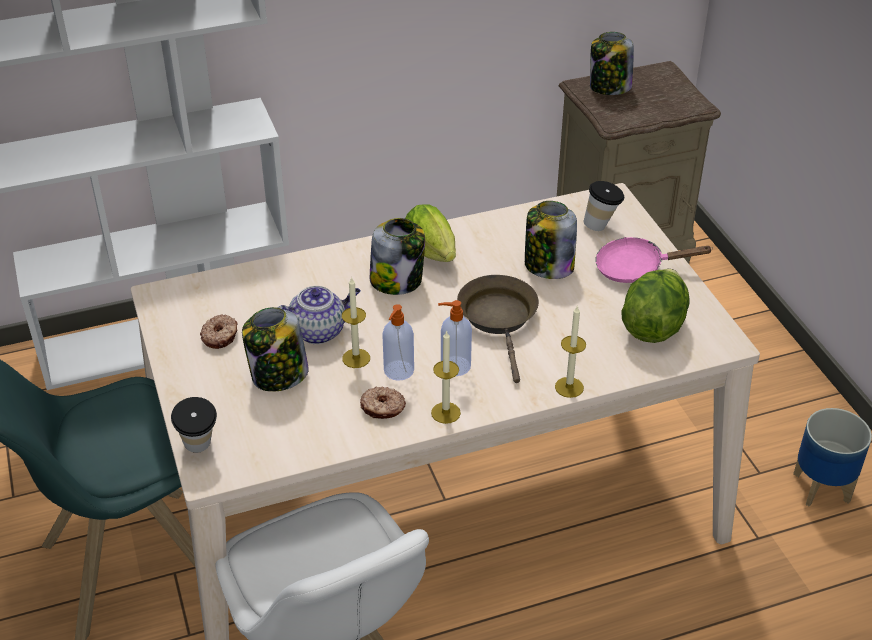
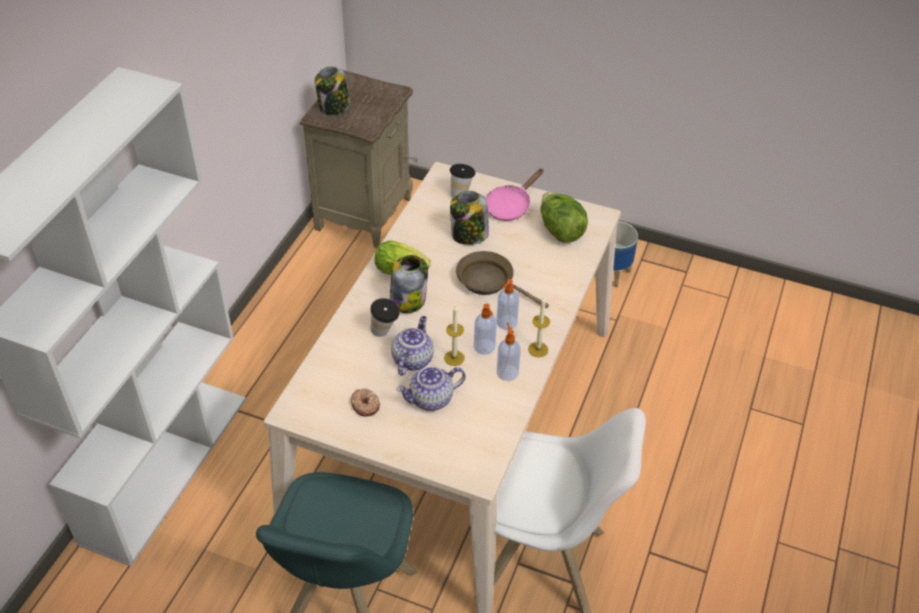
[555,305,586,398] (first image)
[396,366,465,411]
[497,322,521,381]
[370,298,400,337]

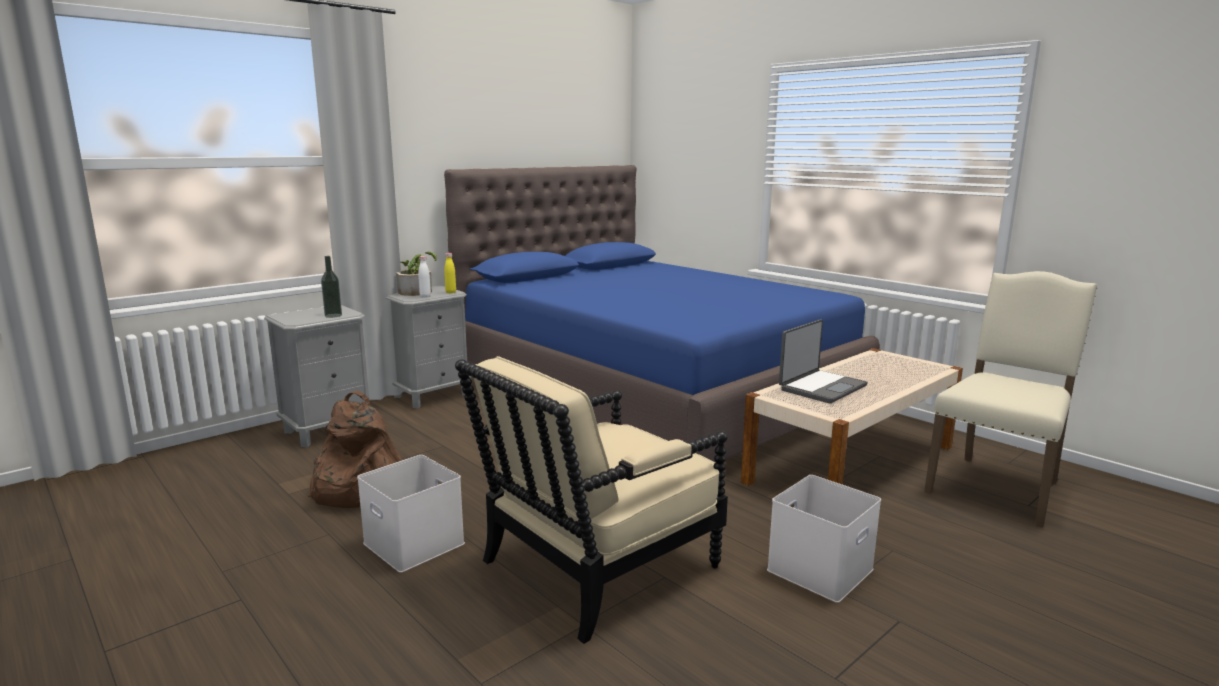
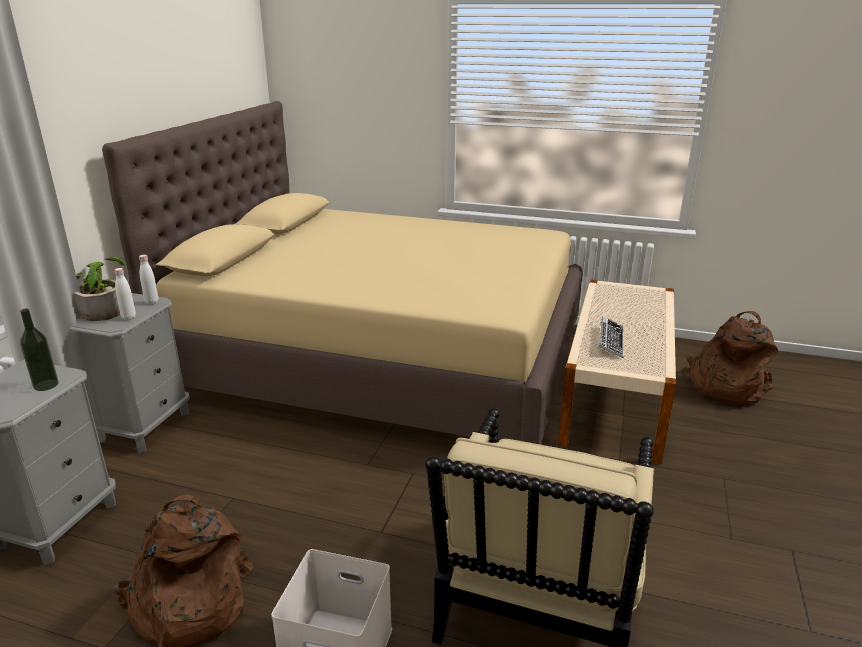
[102,101,583,445]
[139,255,159,305]
[685,311,778,404]
[599,317,624,358]
[767,475,881,603] (first image)

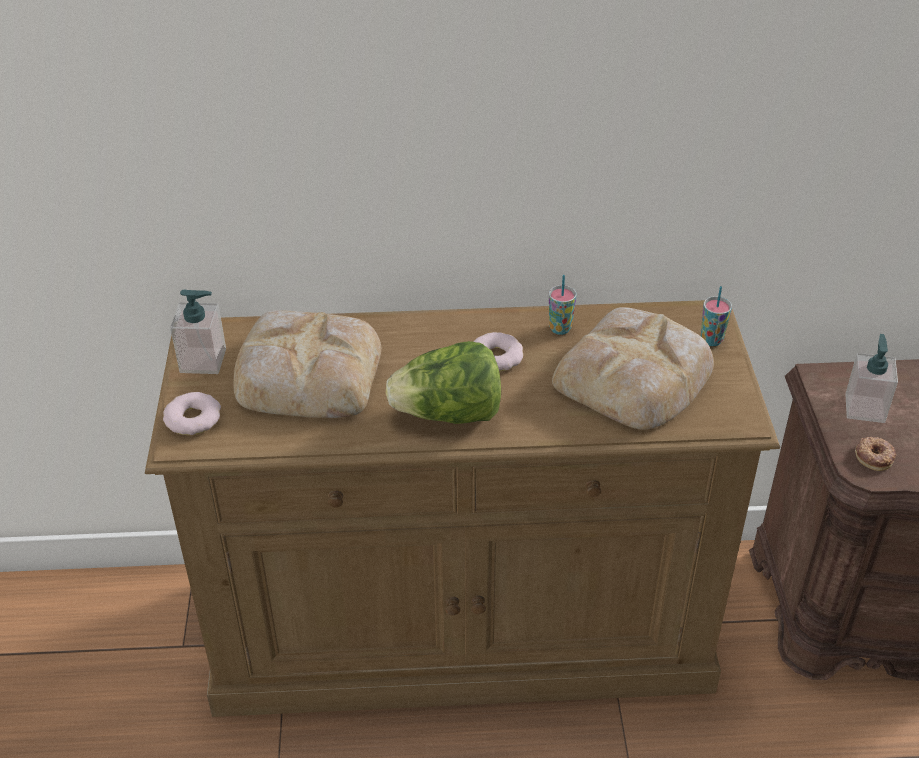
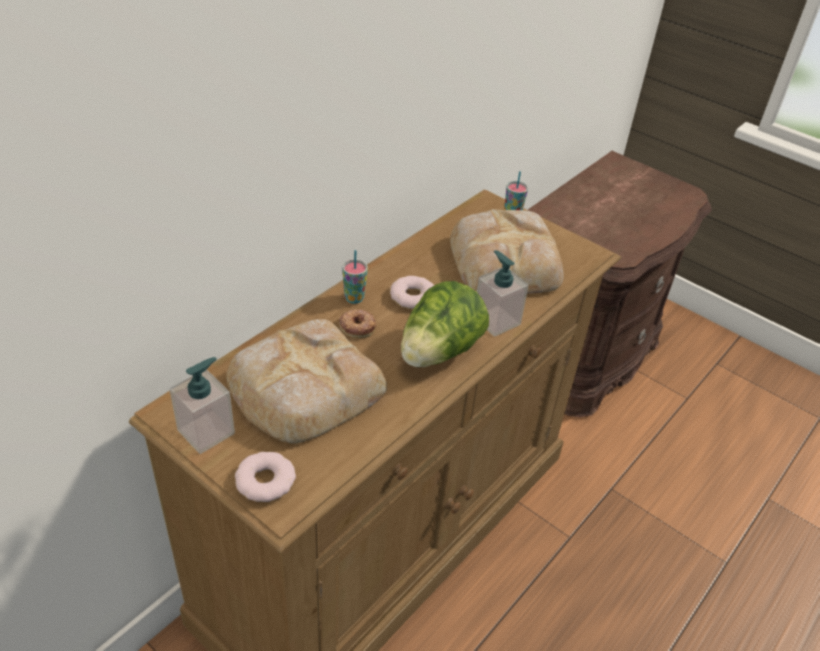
[342,250,368,304]
[476,250,529,337]
[339,309,377,338]

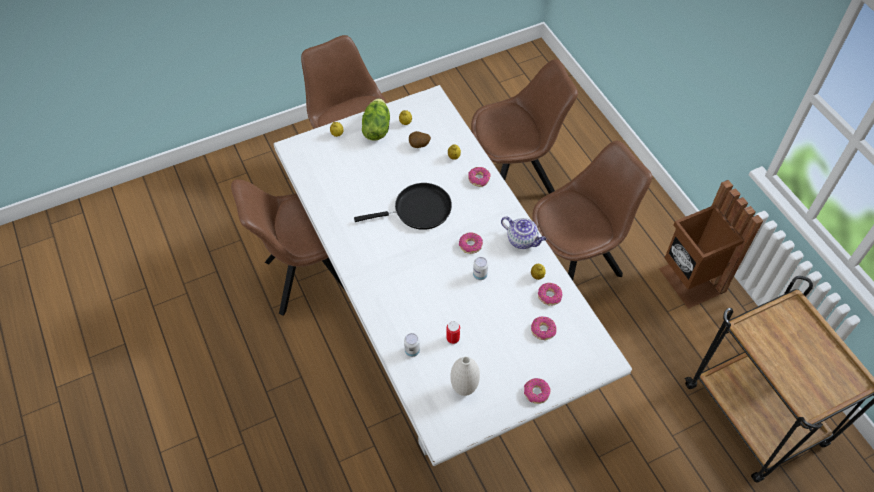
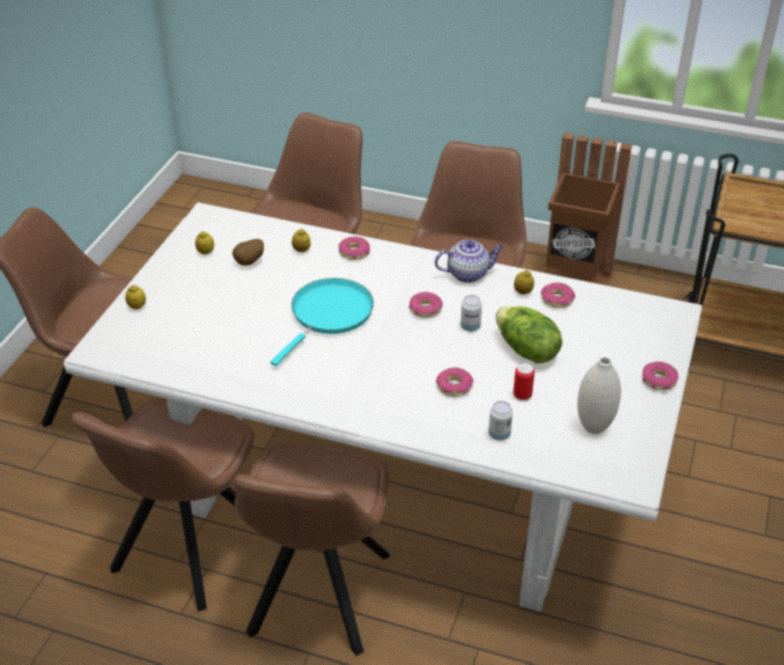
[495,306,563,364]
[270,278,374,366]
[436,368,473,397]
[234,443,390,656]

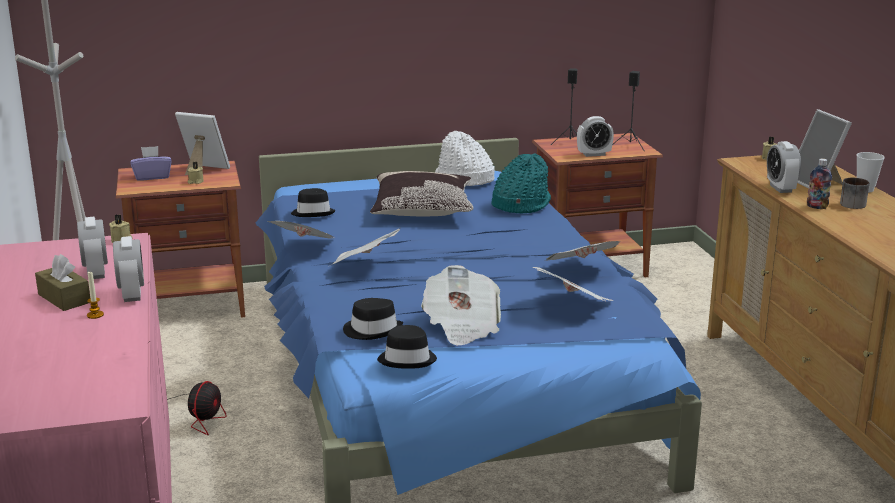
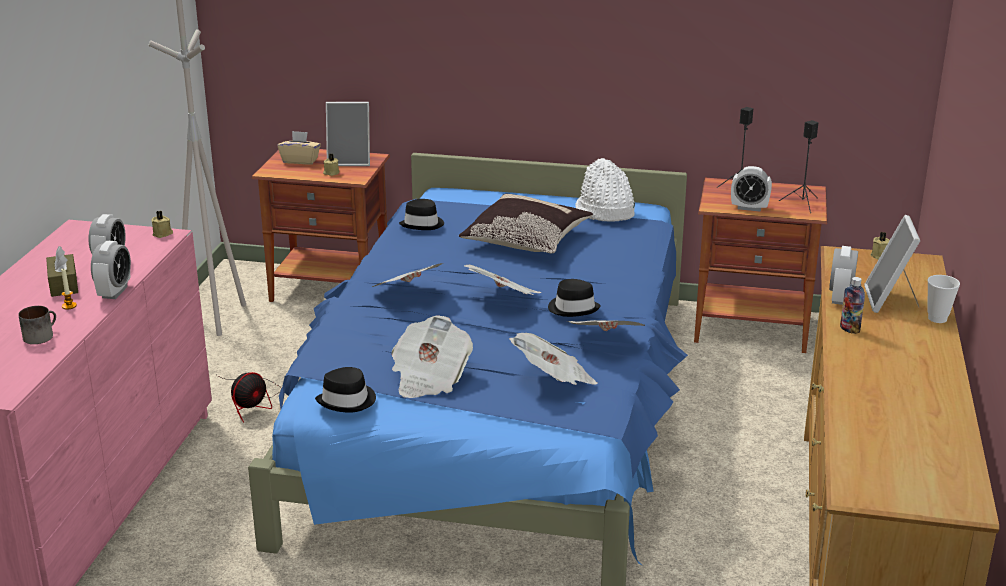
[326,102,370,166]
[278,131,321,165]
[491,153,551,214] (first image)
[18,306,56,344]
[464,265,541,295]
[548,279,601,317]

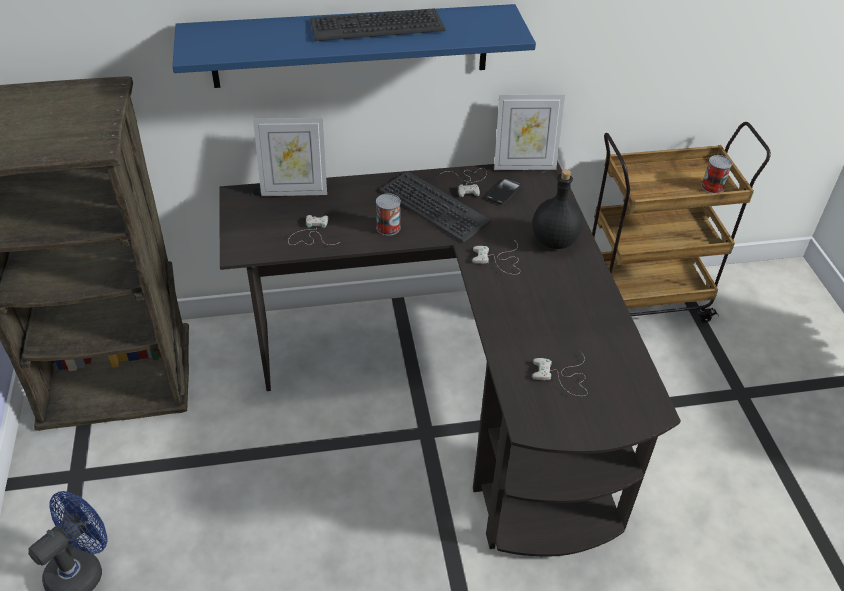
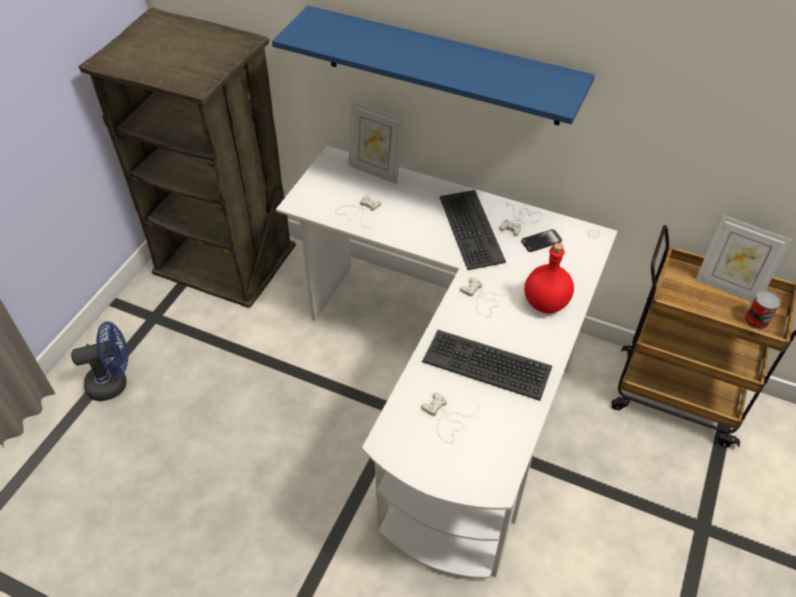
[422,330,552,401]
[695,215,792,302]
[276,146,617,578]
[524,243,574,313]
[376,194,401,236] (first image)

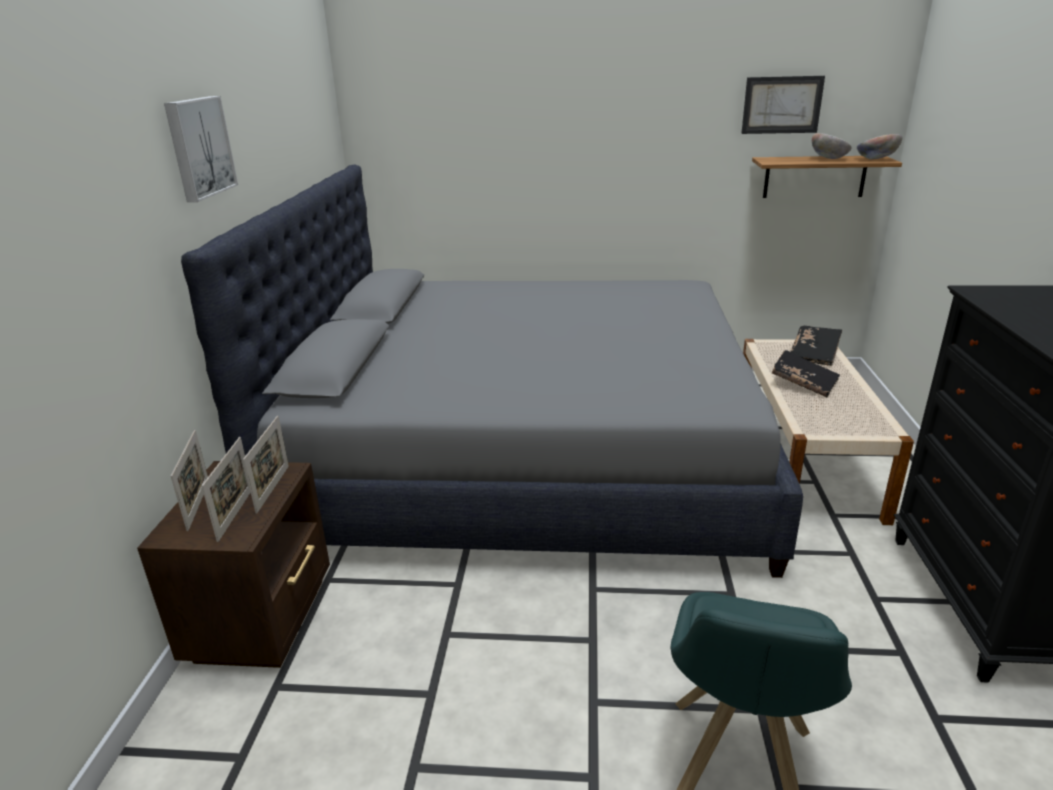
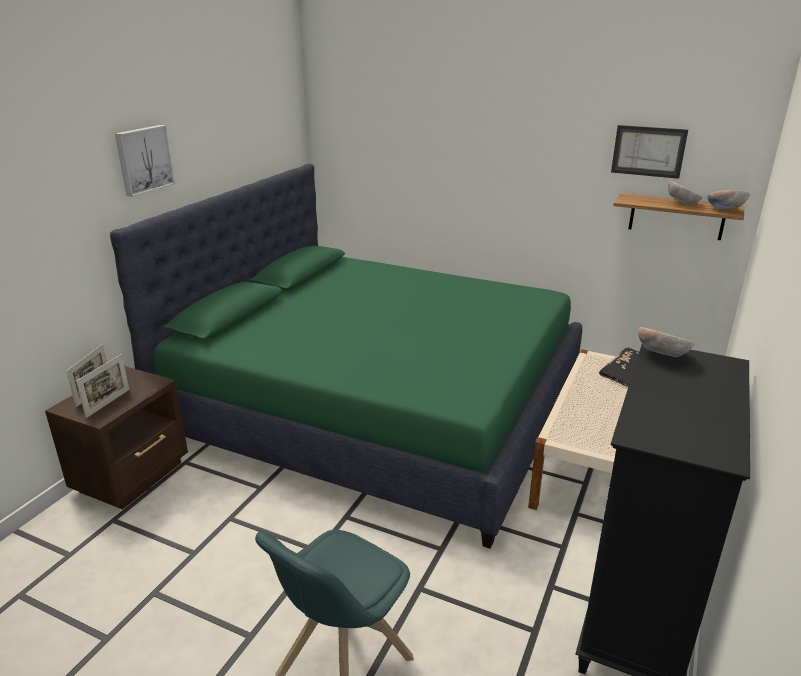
[110,164,582,549]
[772,350,840,397] (first image)
[243,416,289,514] (first image)
[638,327,694,357]

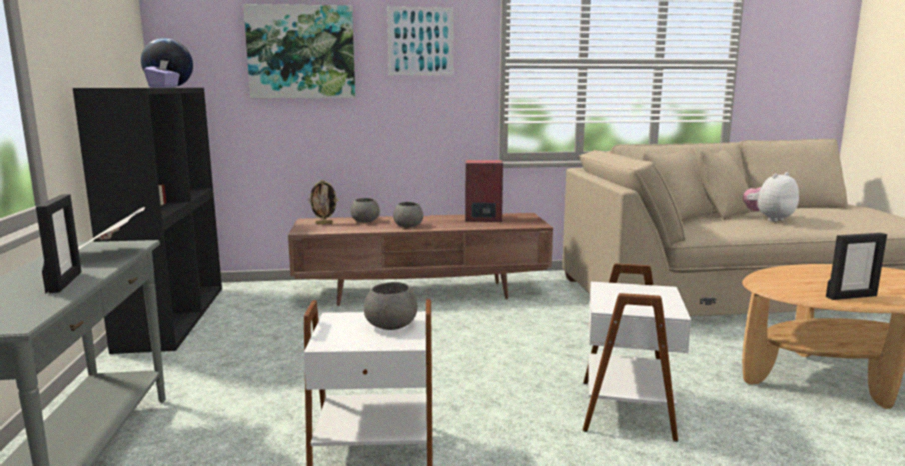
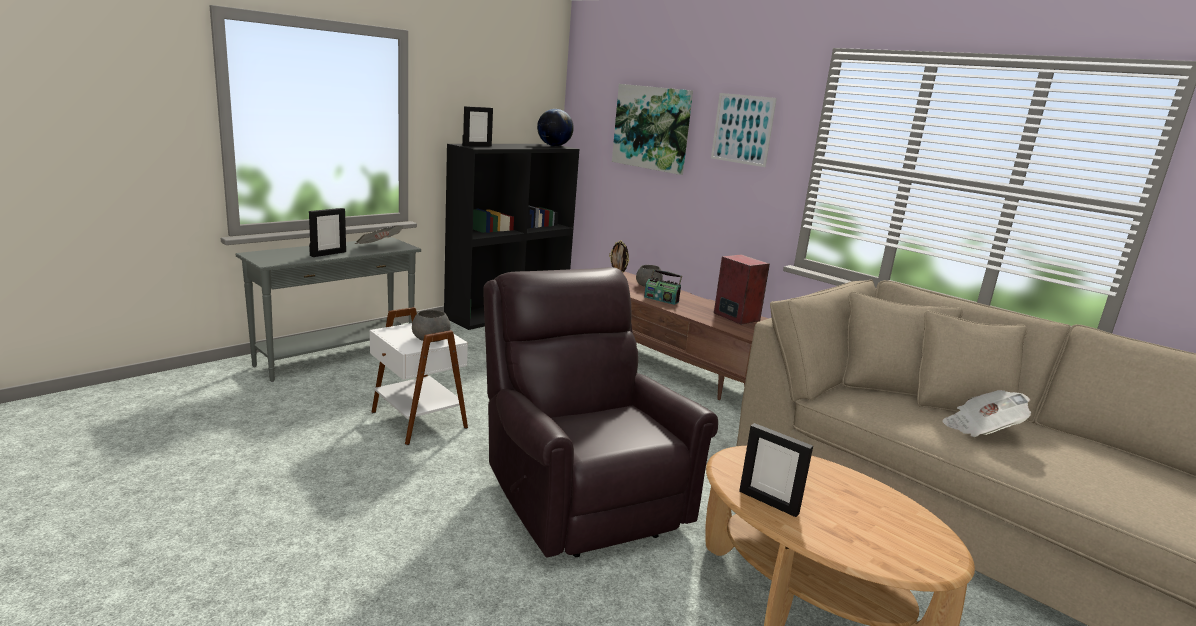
[144,60,180,87] (first image)
[943,390,1031,437]
[644,269,682,305]
[483,267,718,558]
[462,106,493,147]

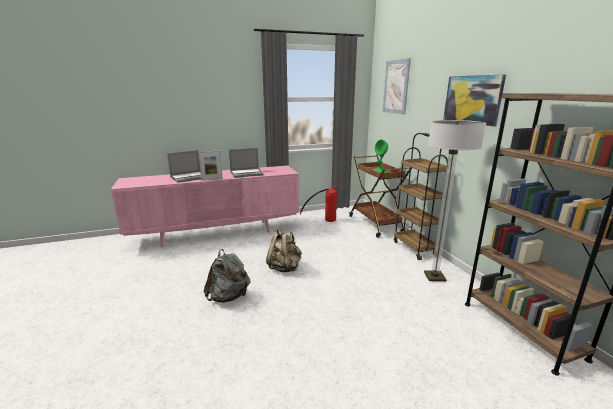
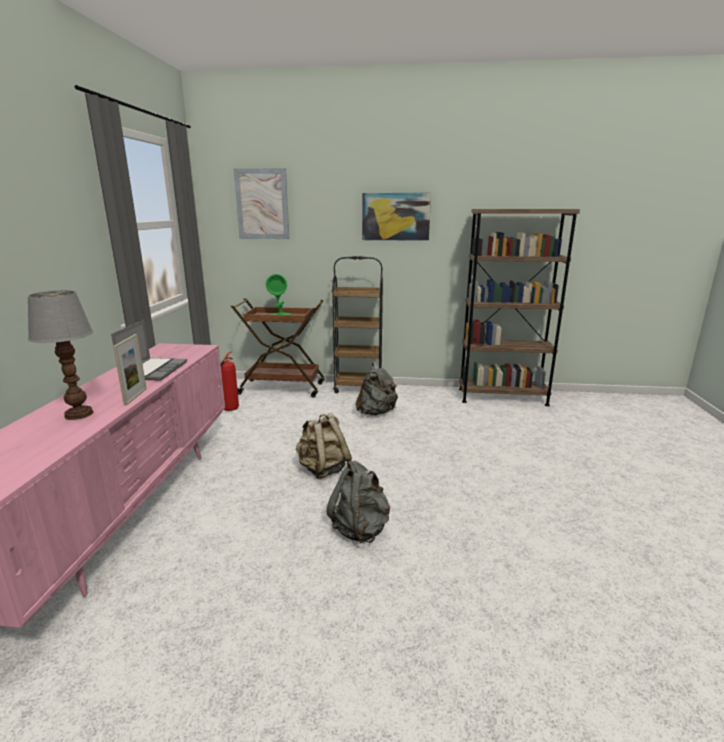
[424,120,486,281] (first image)
[28,290,93,420]
[356,363,398,415]

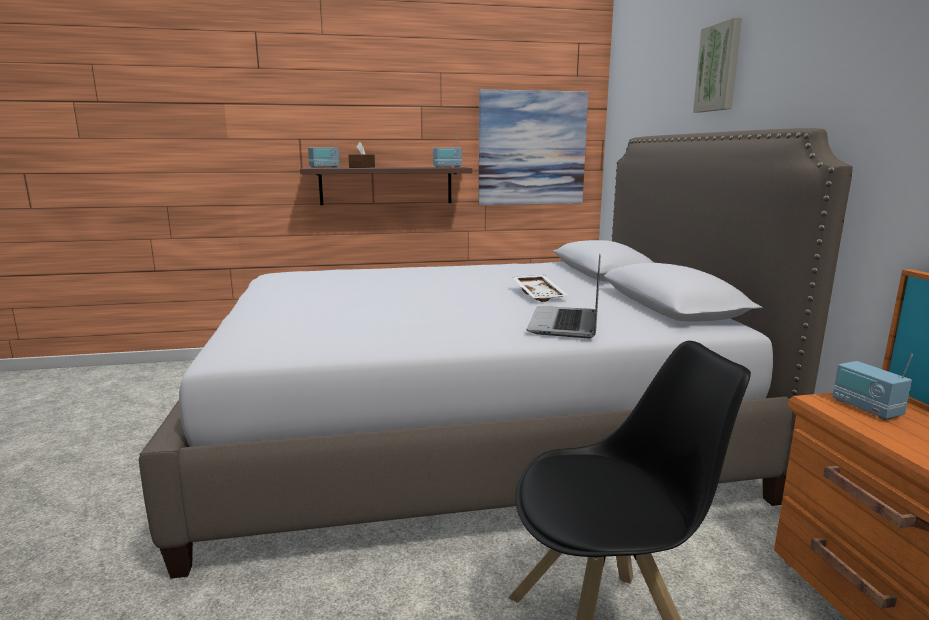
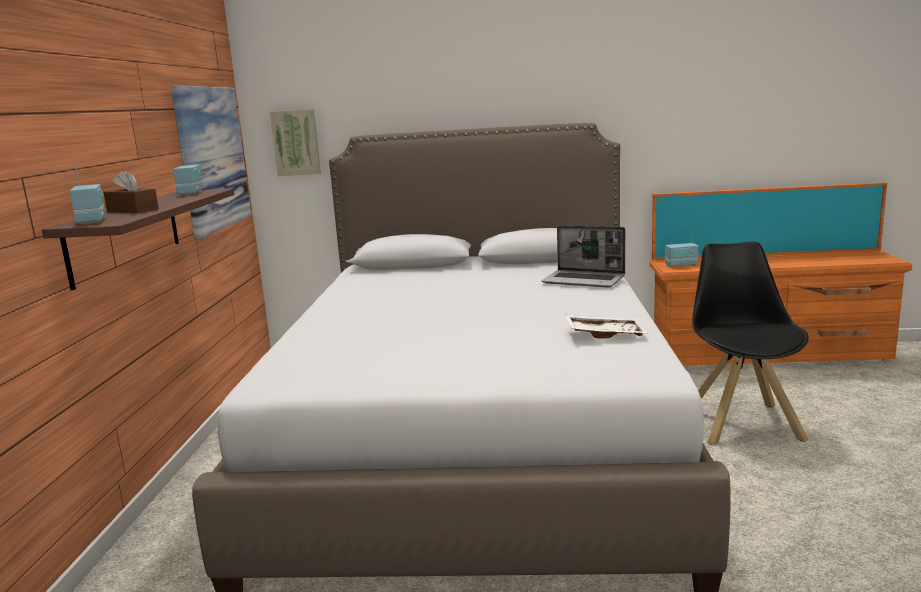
[270,109,321,176]
[565,315,648,338]

